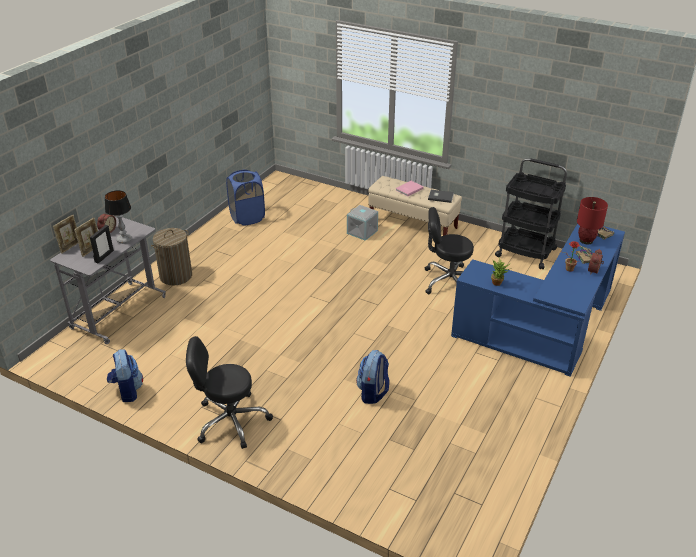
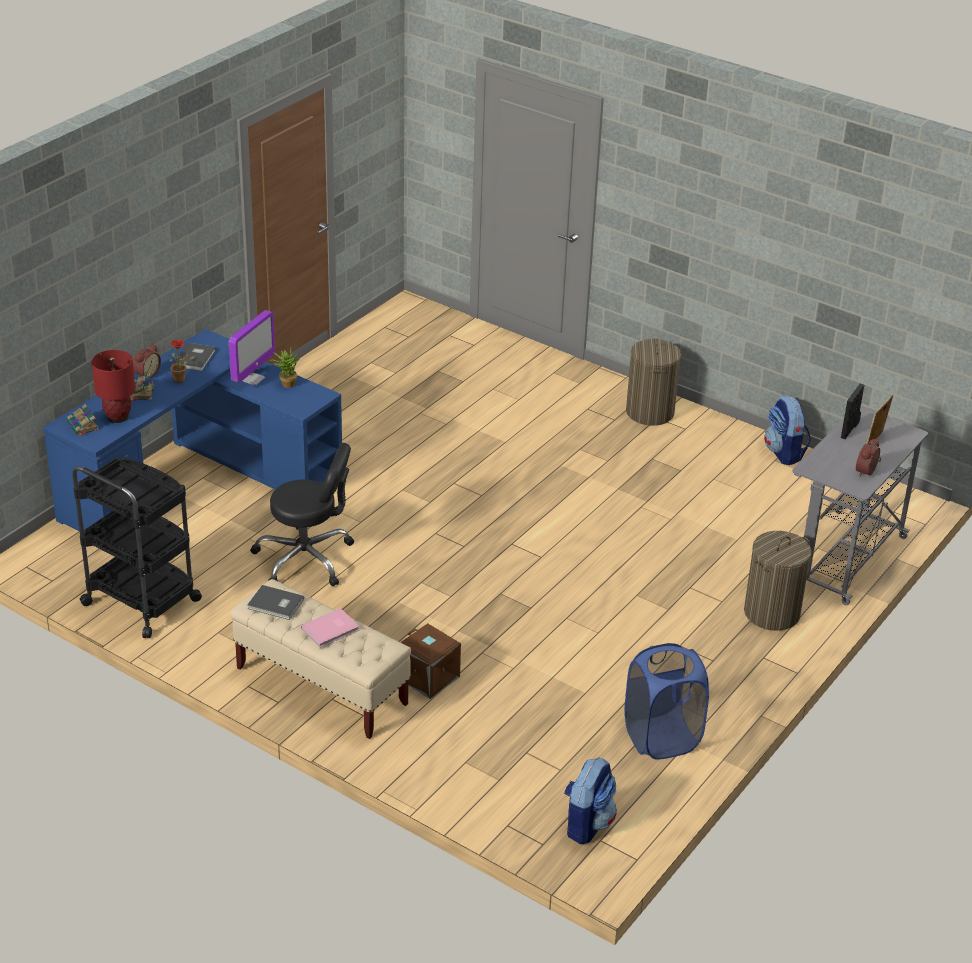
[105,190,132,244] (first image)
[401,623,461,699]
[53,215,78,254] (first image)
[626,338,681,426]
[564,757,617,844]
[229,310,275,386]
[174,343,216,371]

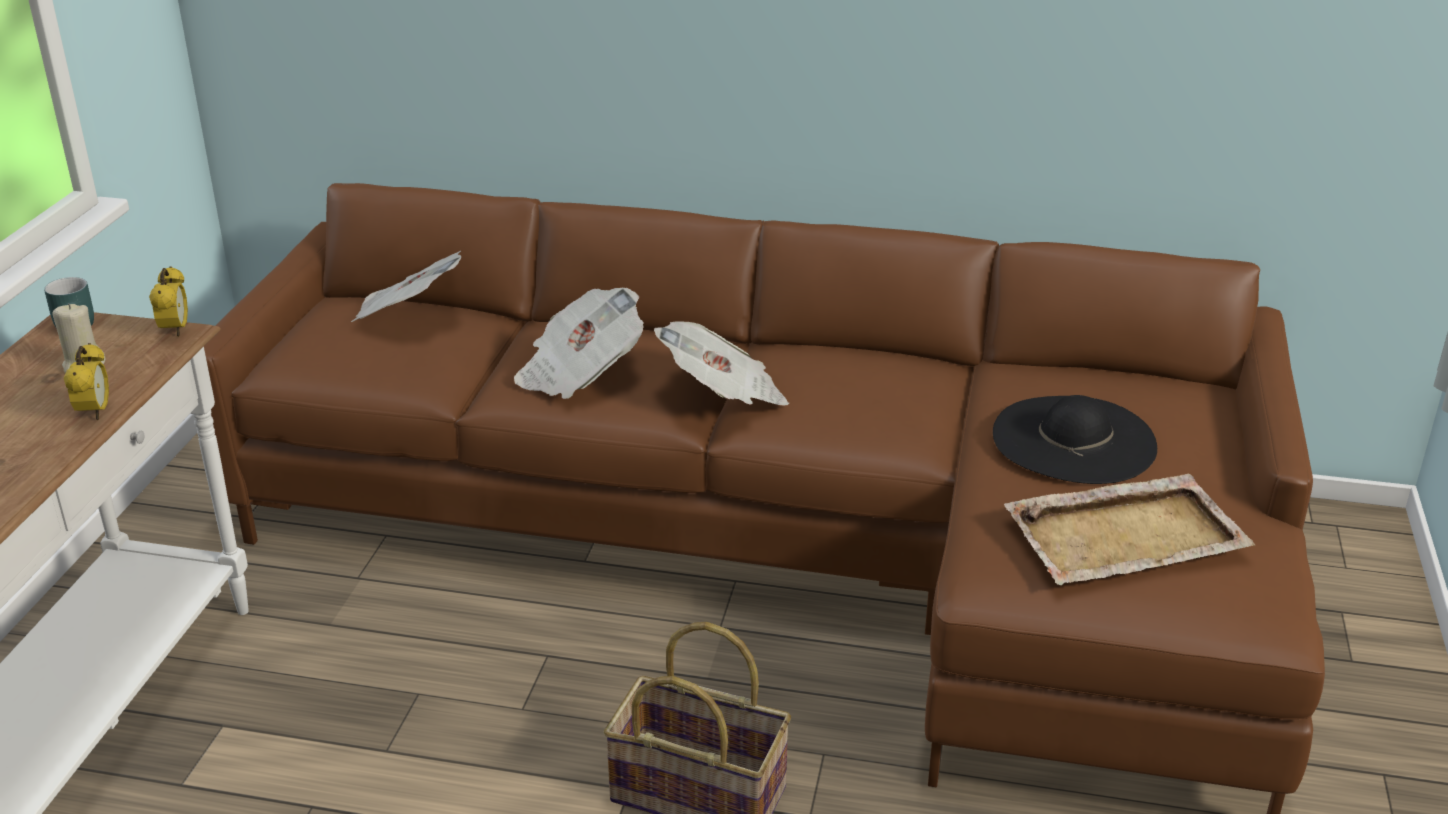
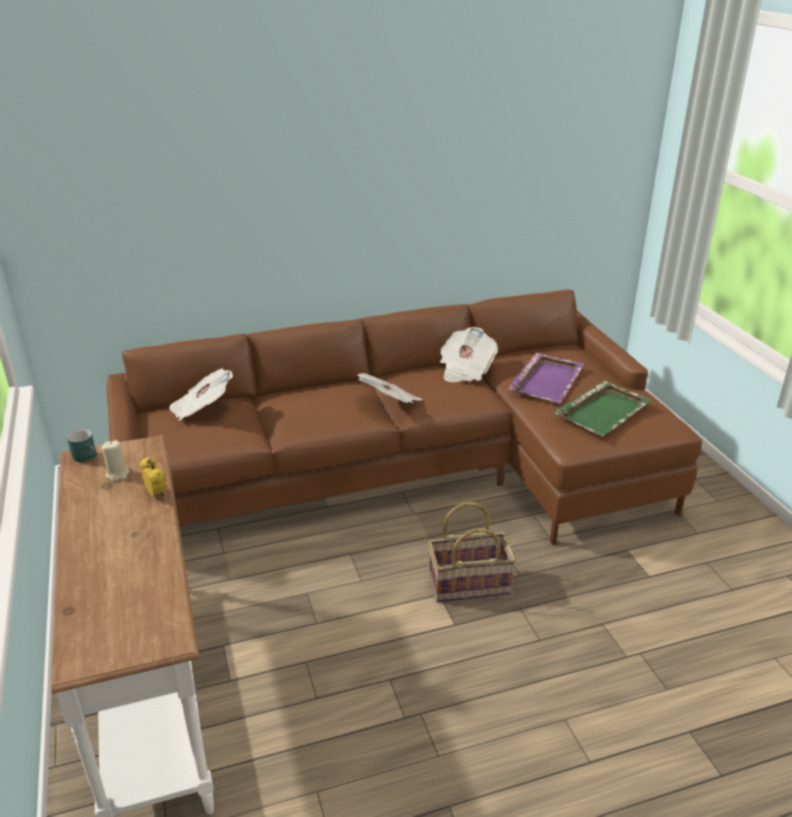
[149,267,188,337] (first image)
[440,327,498,382]
[508,353,584,404]
[554,380,651,437]

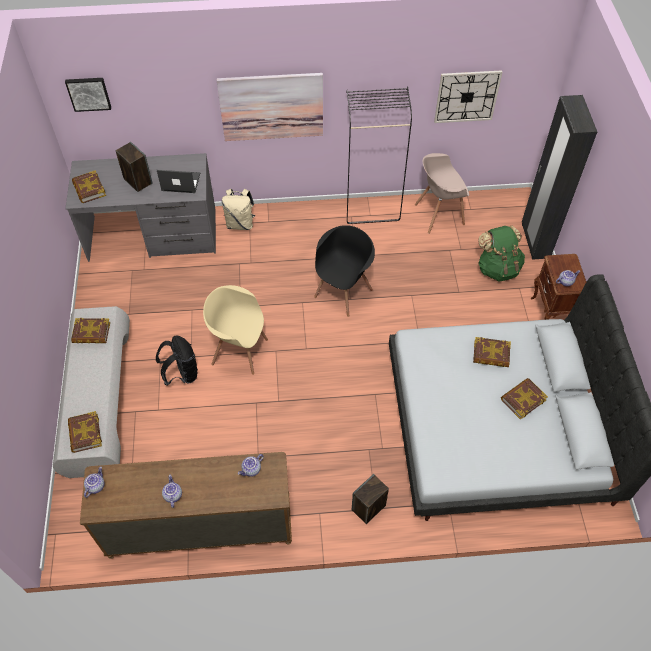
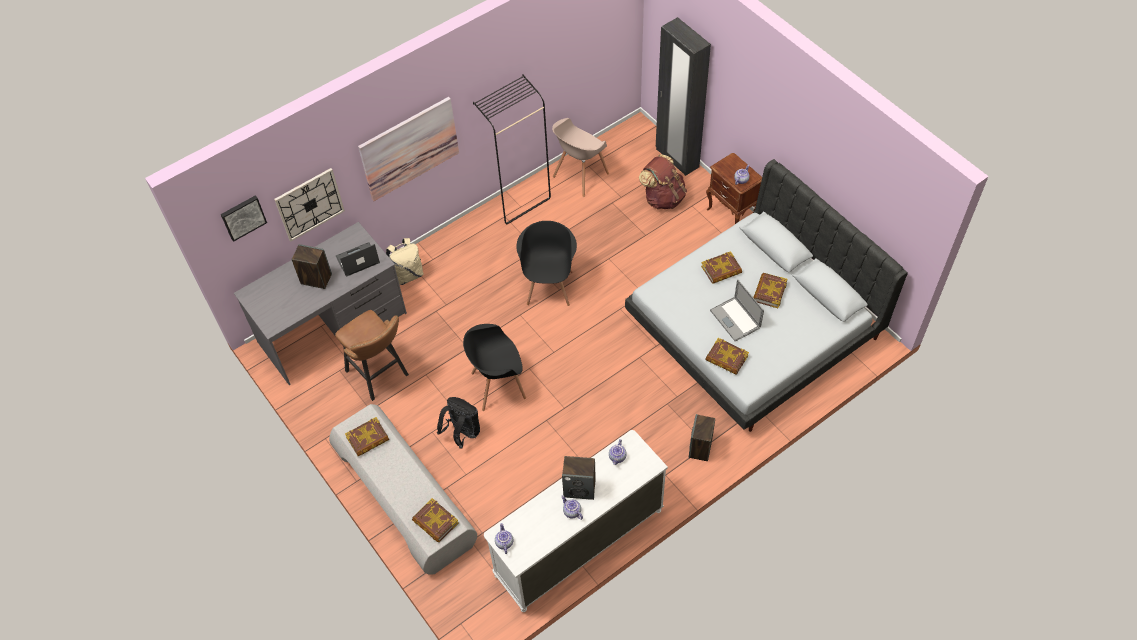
[274,168,345,242]
[705,338,749,375]
[639,154,687,210]
[463,324,526,411]
[484,430,668,612]
[710,279,764,341]
[335,310,409,401]
[562,456,596,500]

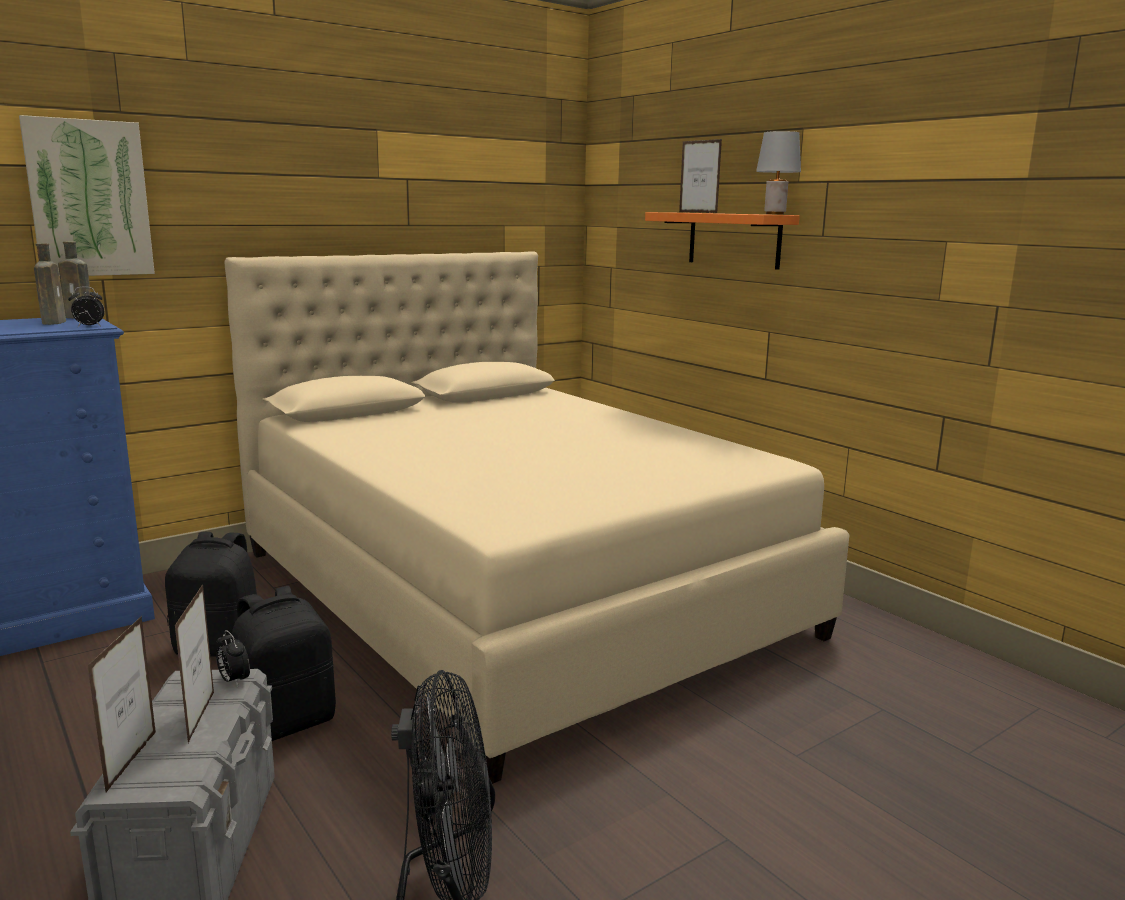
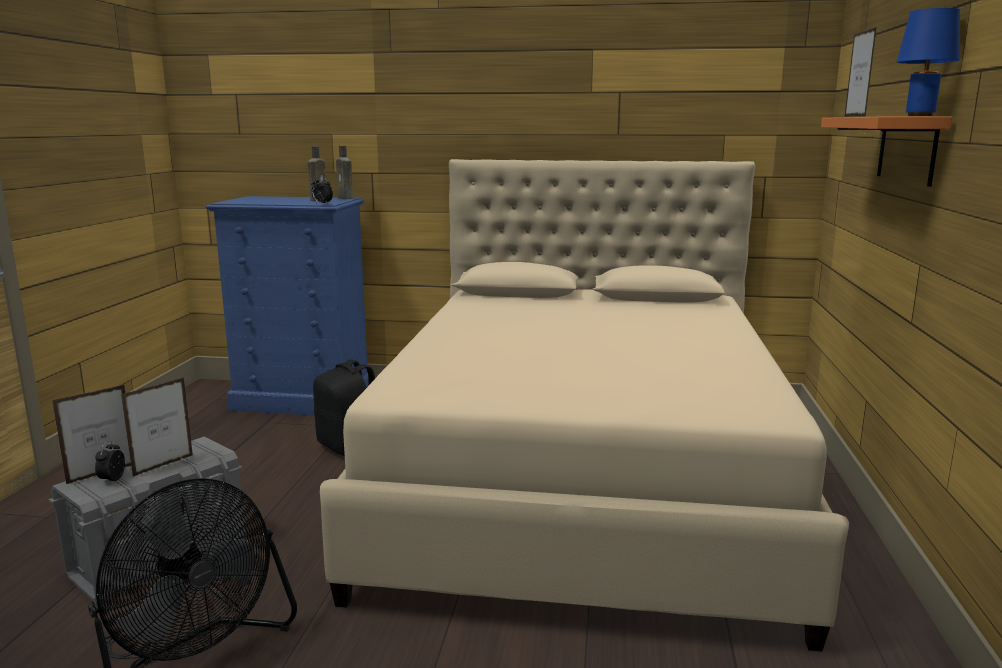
[19,115,155,276] (first image)
[897,8,960,116]
[232,586,336,741] (first image)
[95,440,125,484]

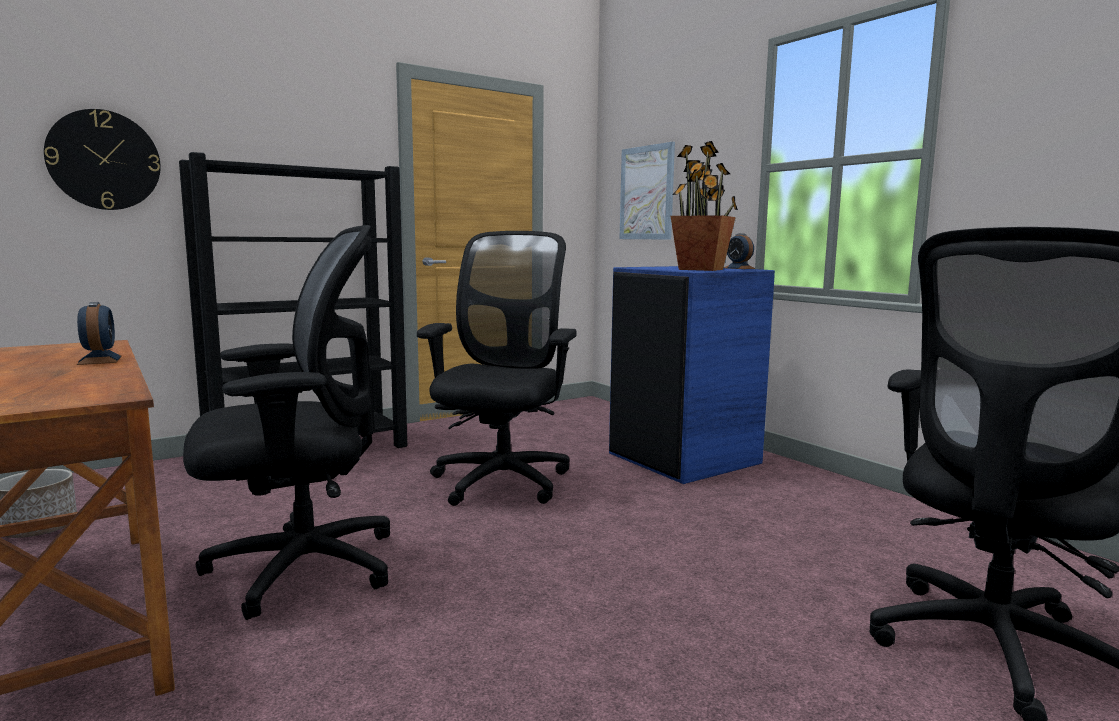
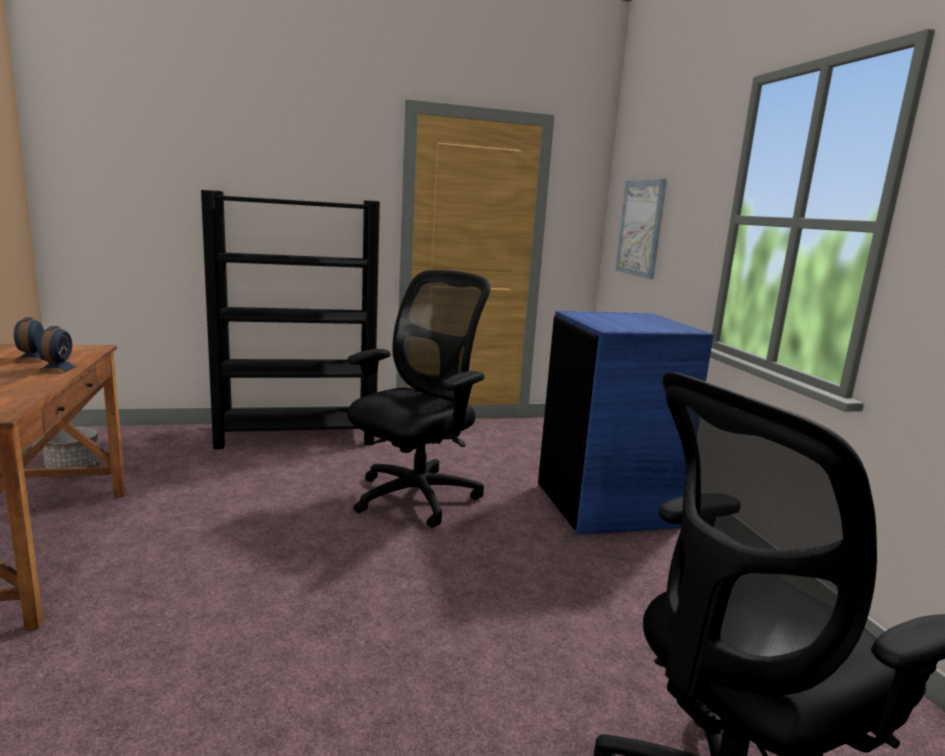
[44,109,161,210] (first image)
[671,141,738,271] (first image)
[183,225,390,620] (first image)
[14,317,44,362]

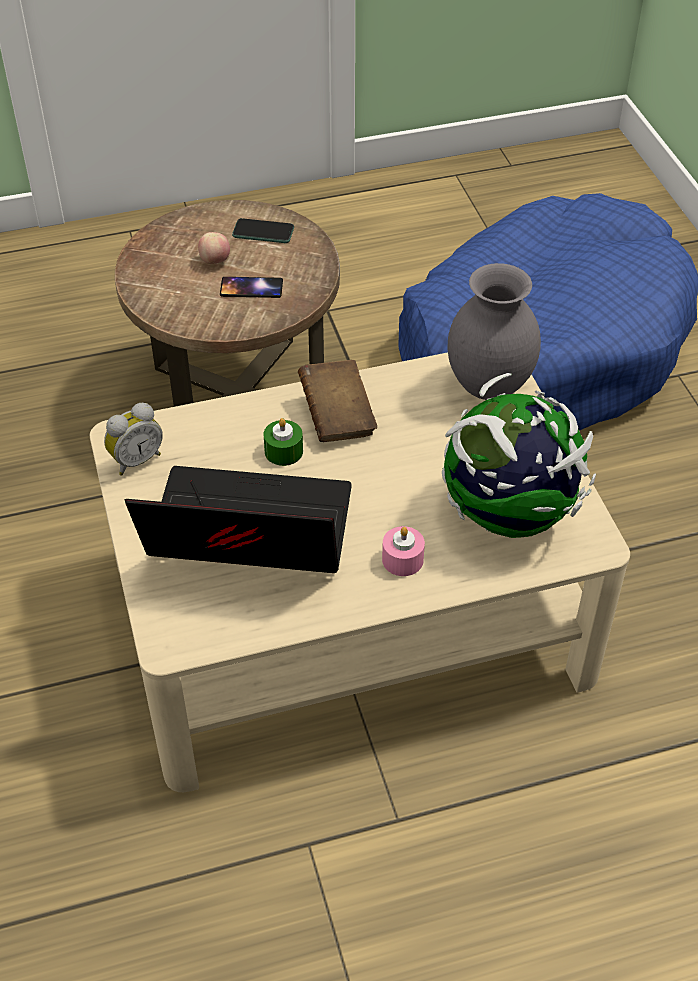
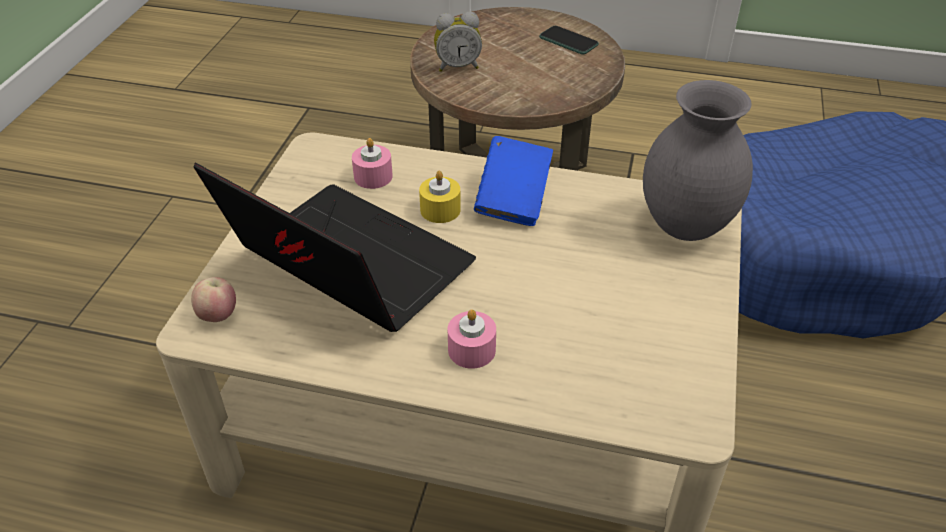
[191,277,236,322]
[220,277,283,298] (first image)
[474,136,553,226]
[442,373,596,538] (first image)
[434,12,482,72]
[419,171,461,223]
[352,138,393,189]

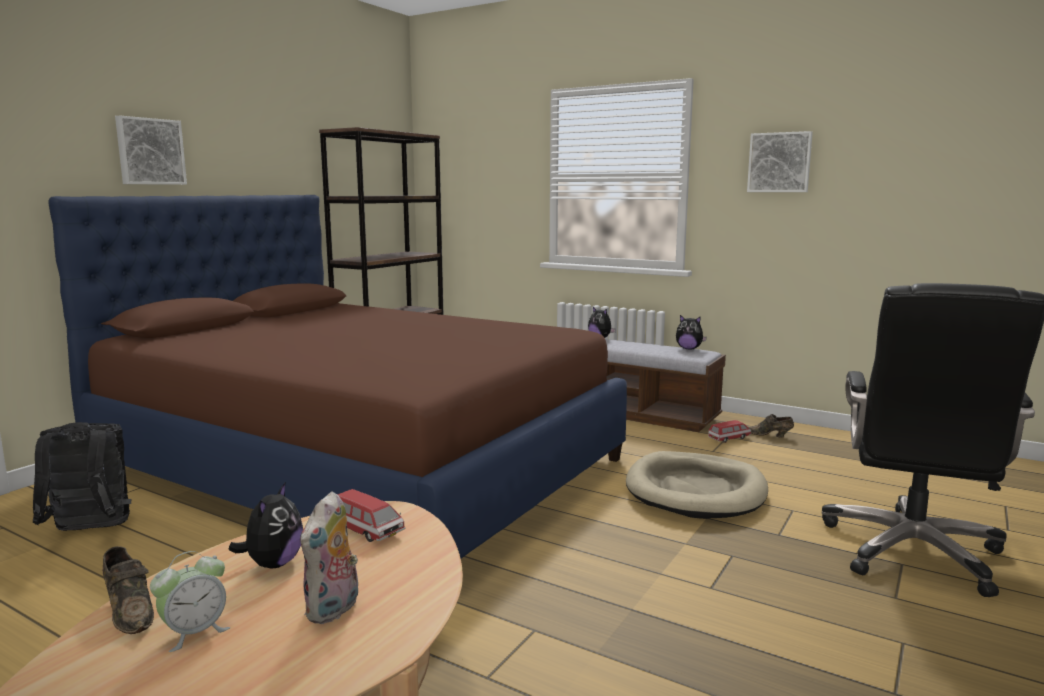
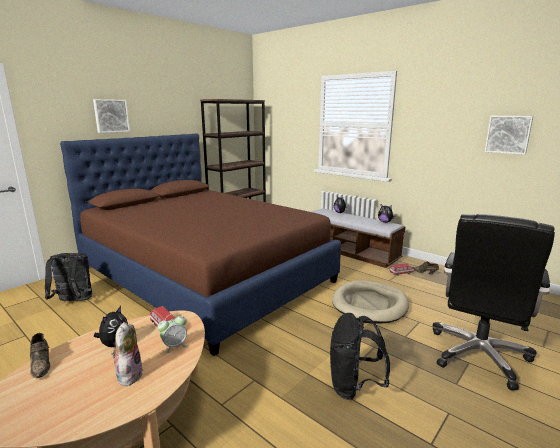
[485,116,533,155]
[111,322,143,386]
[157,314,188,354]
[330,313,390,400]

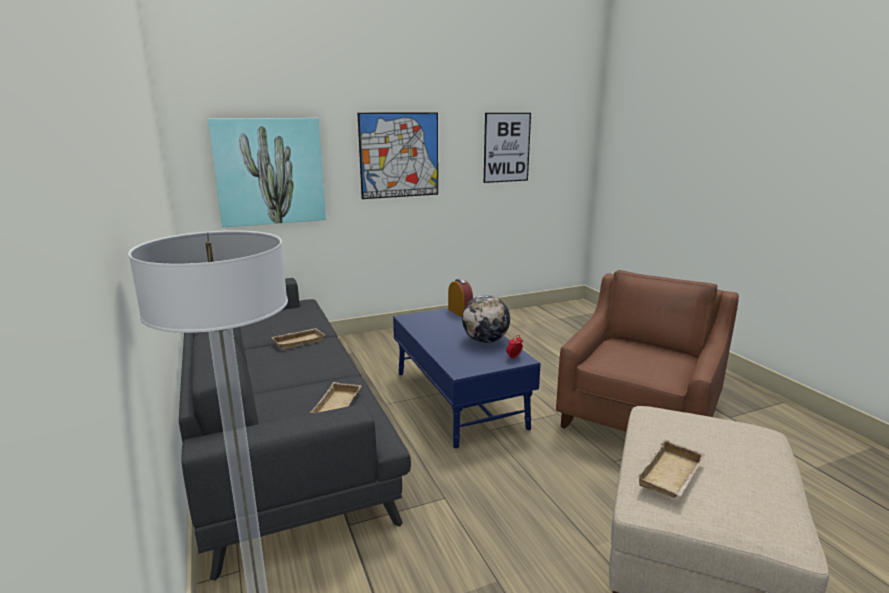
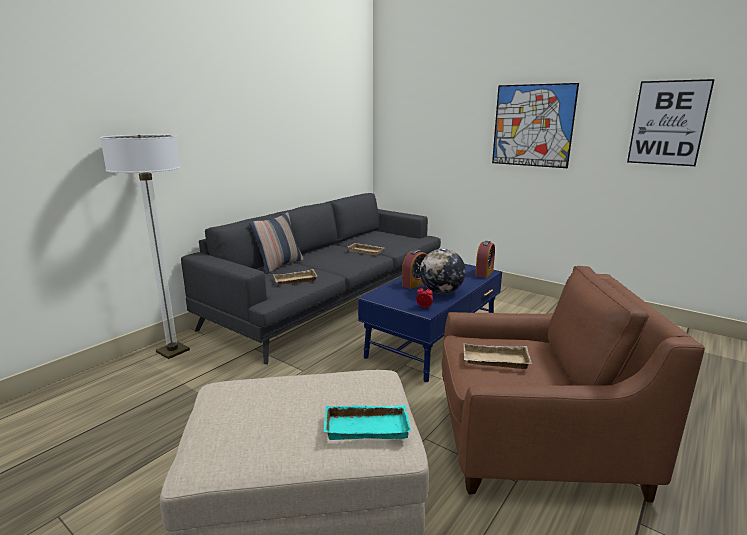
[208,118,326,228] (first image)
[463,343,532,369]
[249,212,303,274]
[402,249,427,289]
[324,405,411,440]

